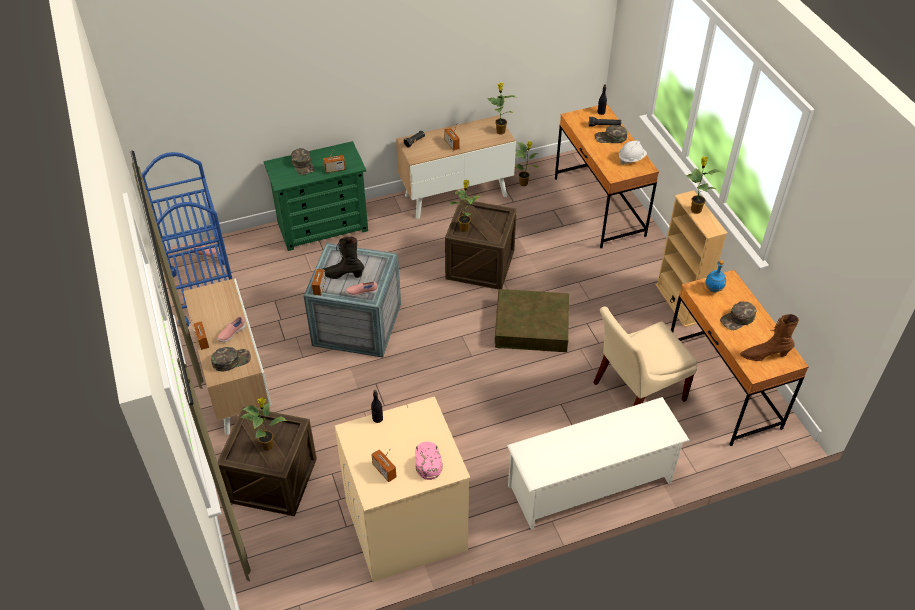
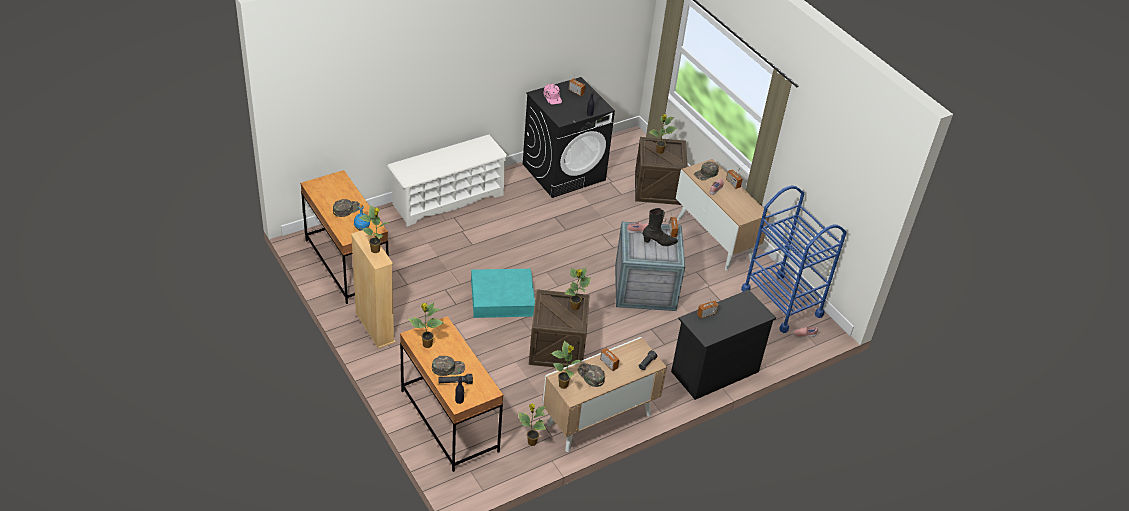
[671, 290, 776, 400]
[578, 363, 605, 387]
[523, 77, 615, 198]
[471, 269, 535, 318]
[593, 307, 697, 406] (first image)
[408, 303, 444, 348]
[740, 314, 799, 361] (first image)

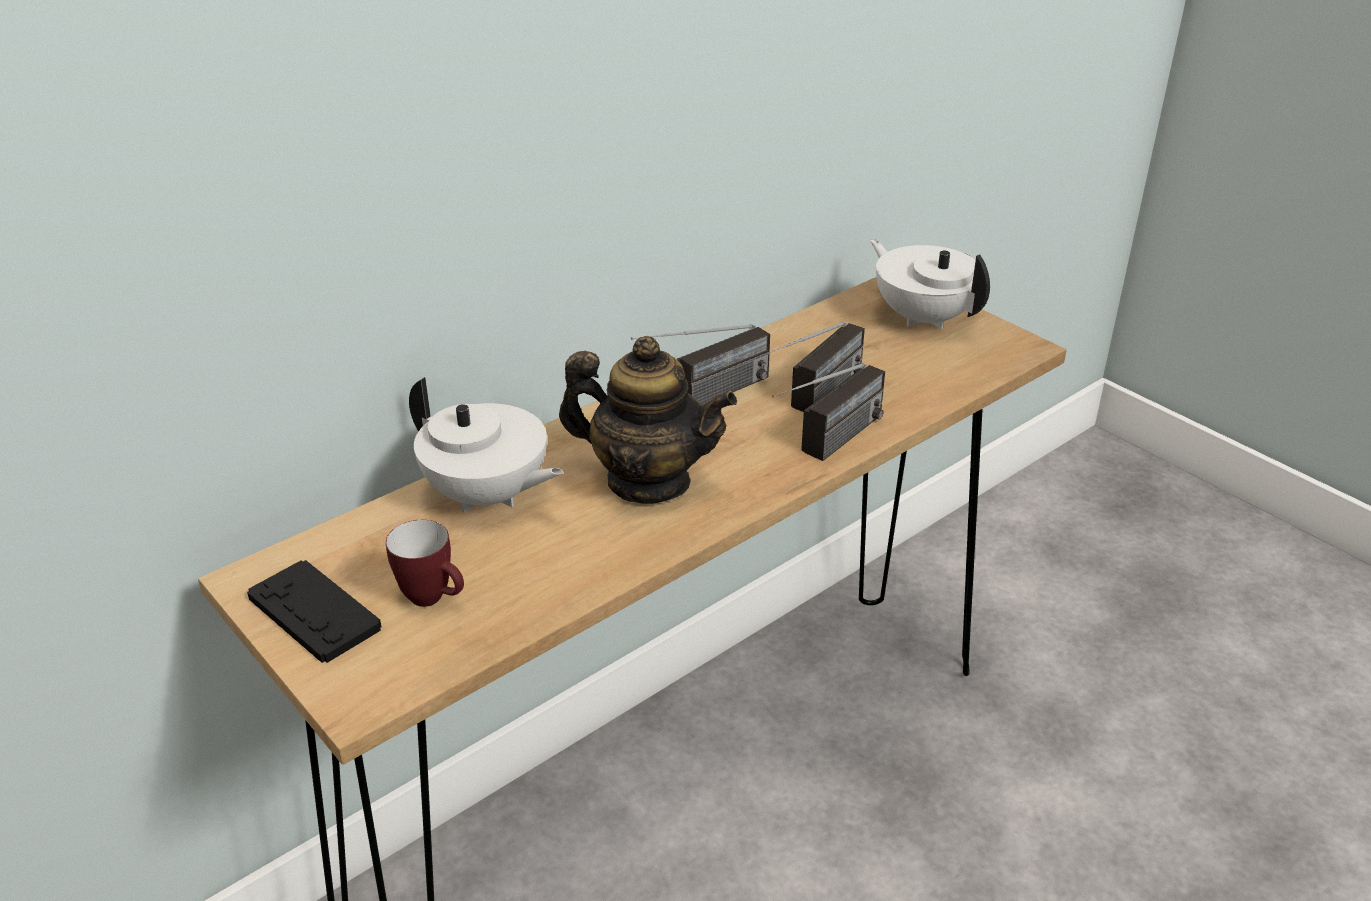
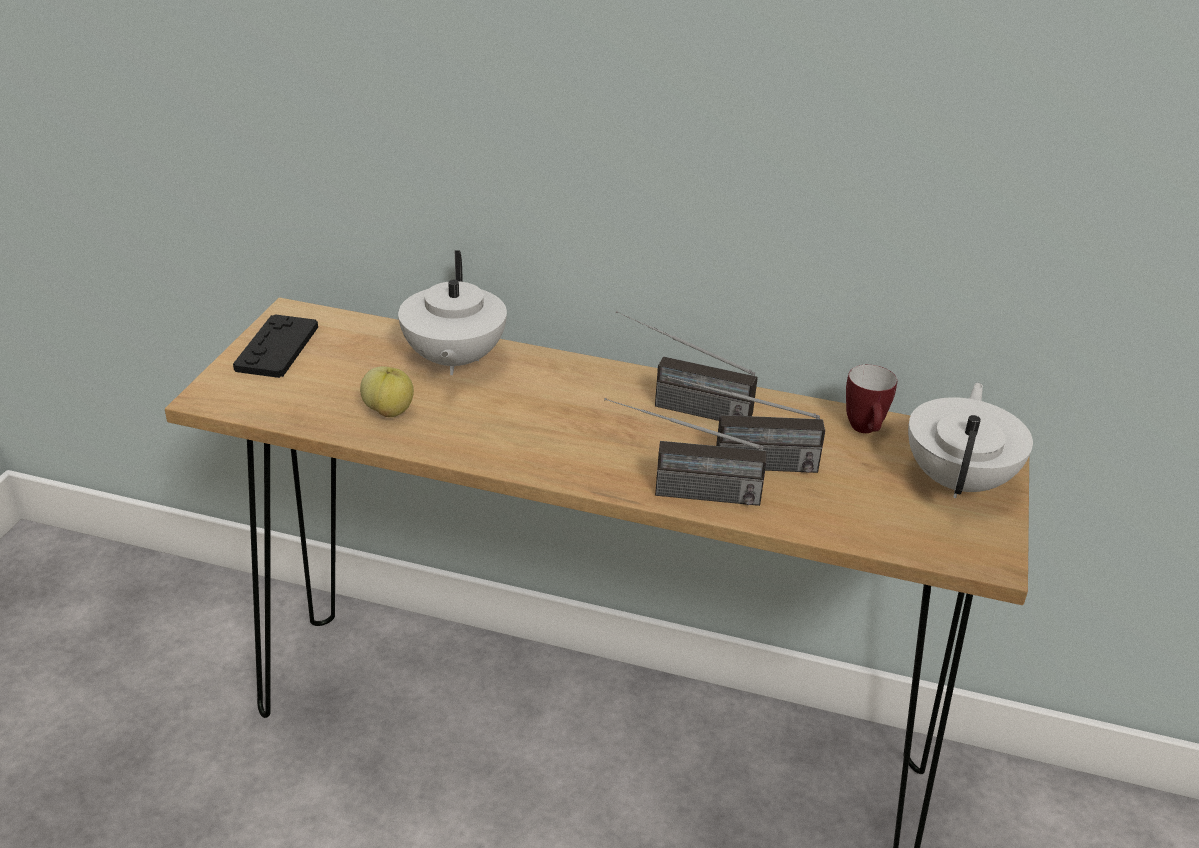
[846, 365, 897, 433]
[559, 336, 737, 504] (first image)
[360, 366, 414, 417]

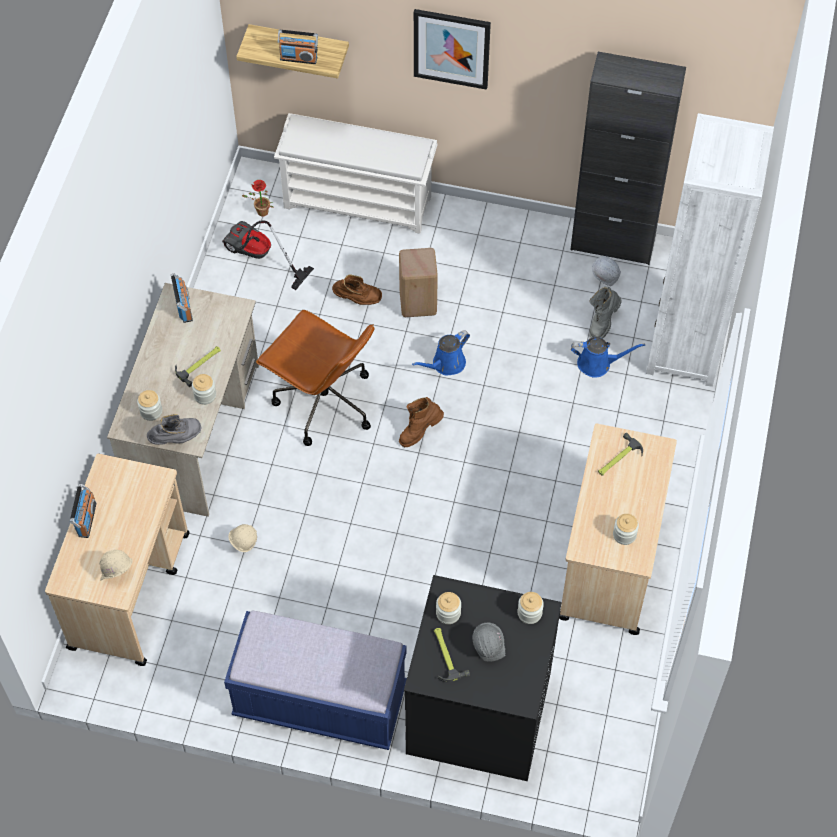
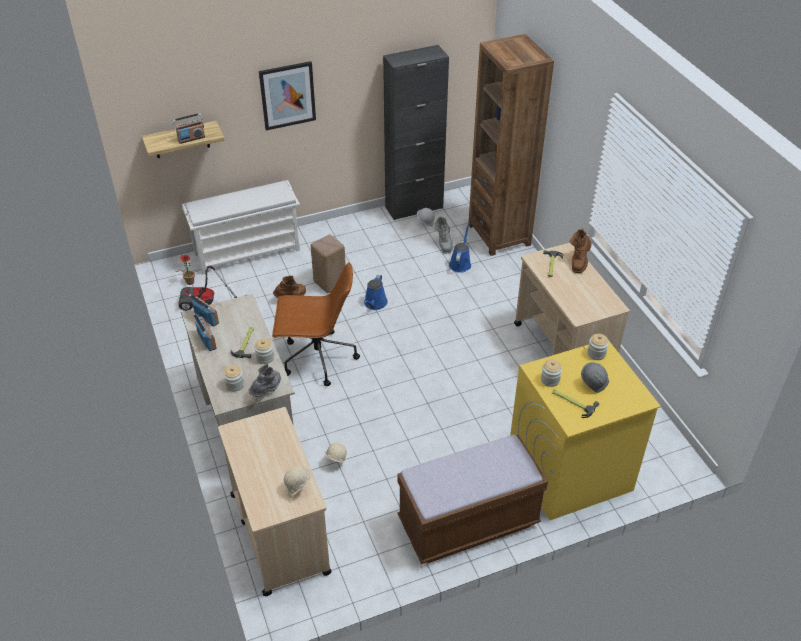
[193, 313, 217, 351]
[397, 434, 548, 564]
[569, 229, 592, 273]
[510, 340, 661, 521]
[449, 224, 471, 273]
[613, 514, 639, 545] (first image)
[468, 34, 554, 256]

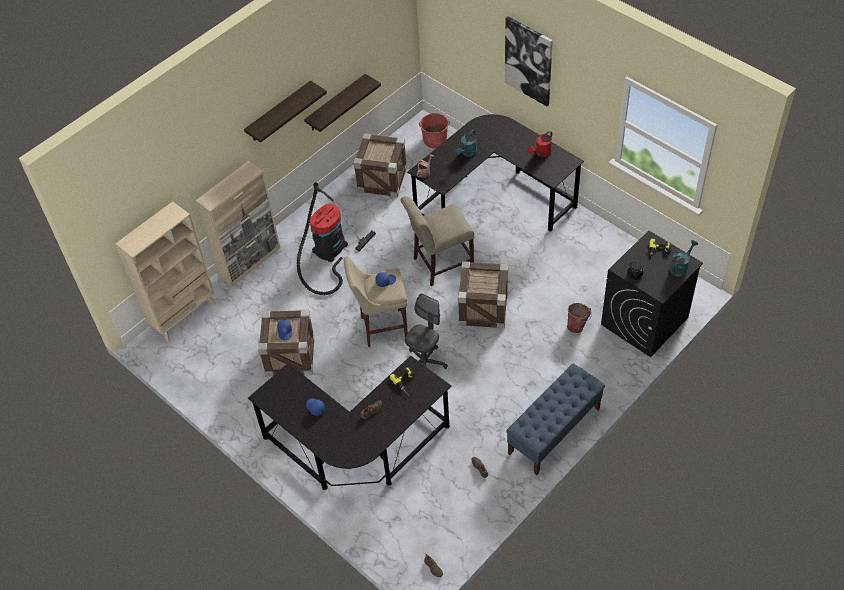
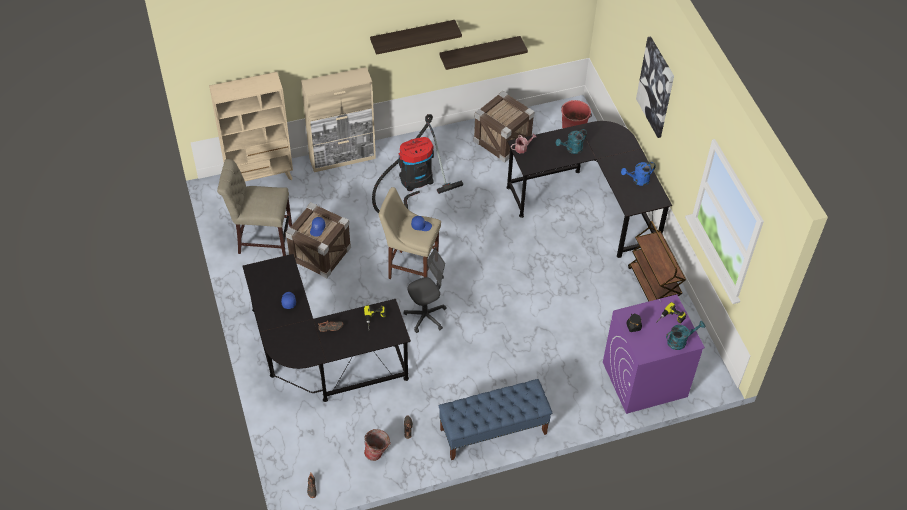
[217, 159, 292, 256]
[458, 261, 509, 329] (first image)
[621, 162, 655, 186]
[364, 429, 391, 461]
[603, 294, 705, 414]
[628, 221, 686, 302]

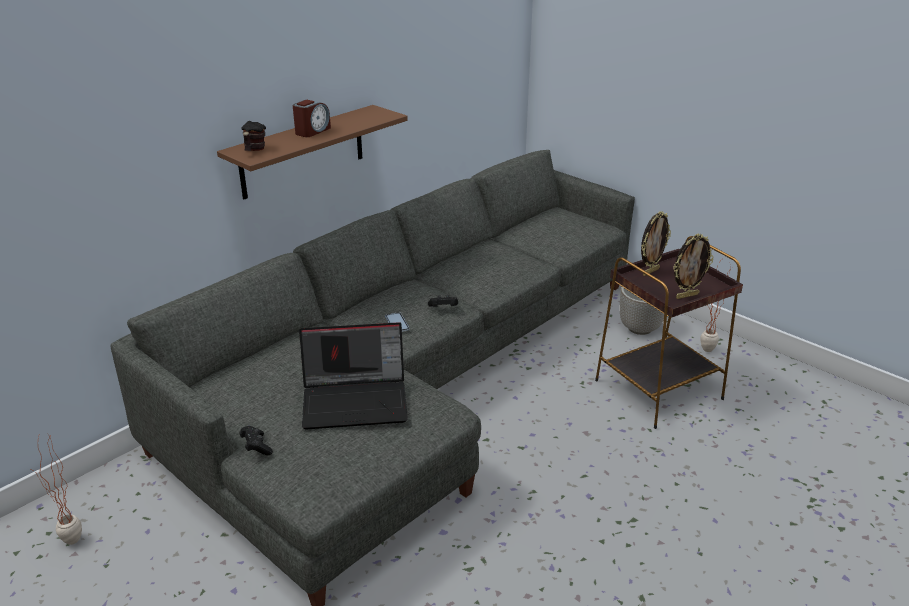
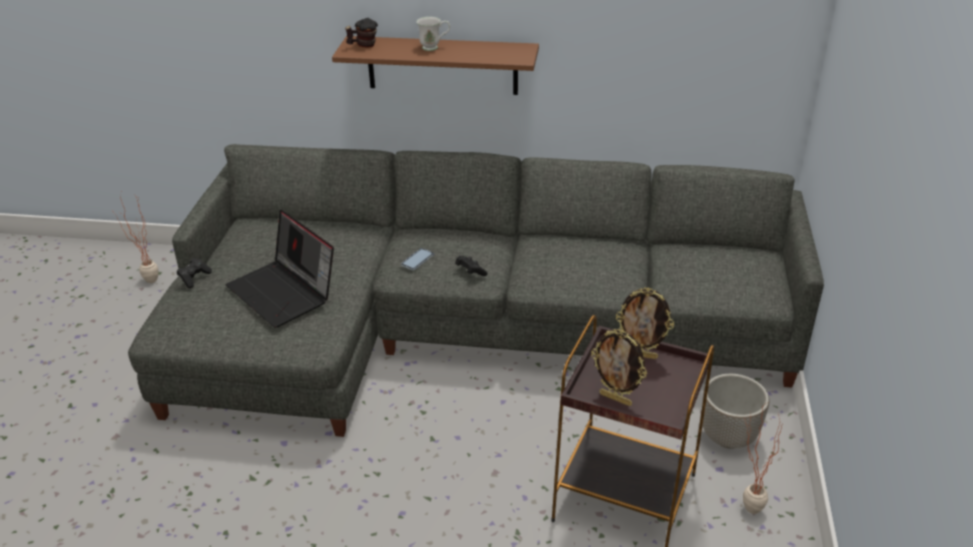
[417, 17, 450, 51]

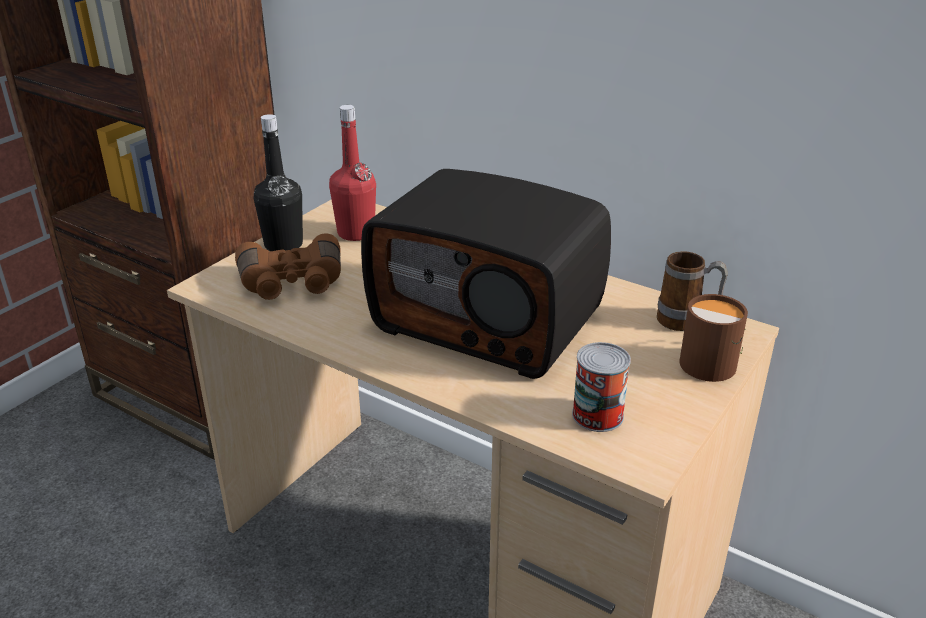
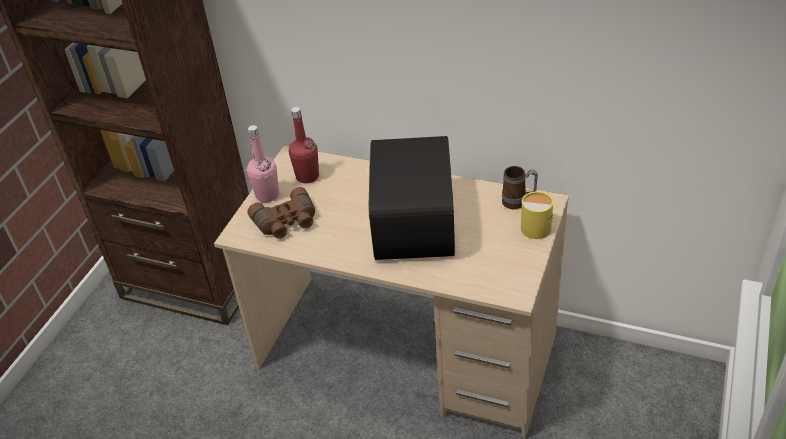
[247, 125, 279, 202]
[368, 136, 455, 260]
[572, 342, 631, 432] (first image)
[521, 192, 553, 239]

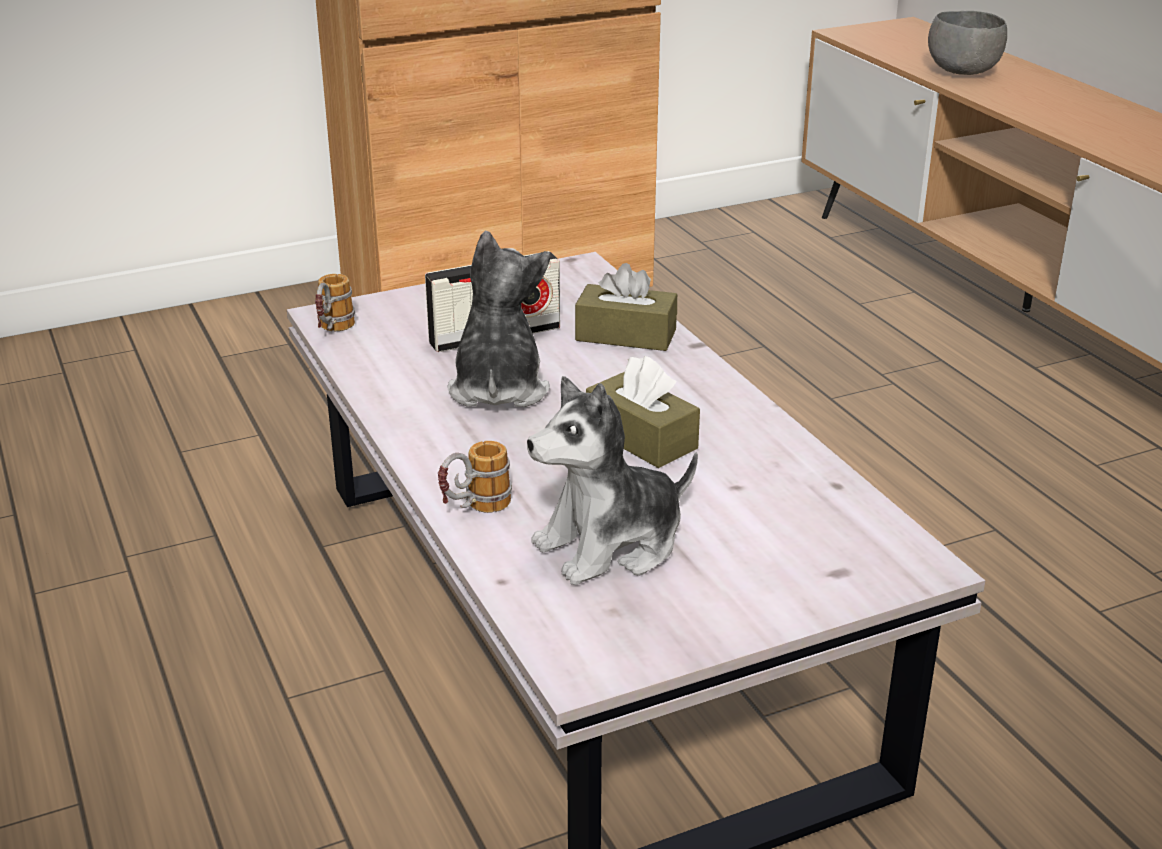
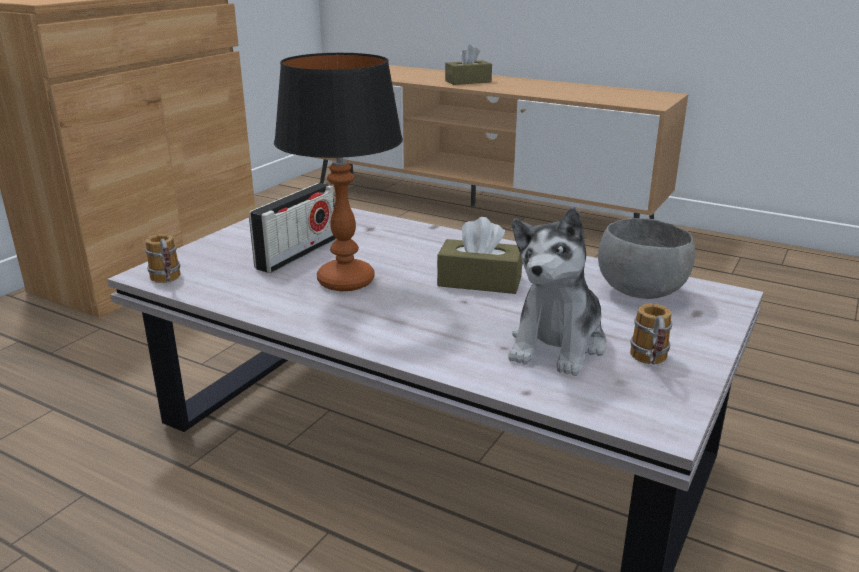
[630, 304, 672, 364]
[274, 53, 403, 291]
[445, 45, 492, 85]
[598, 218, 695, 299]

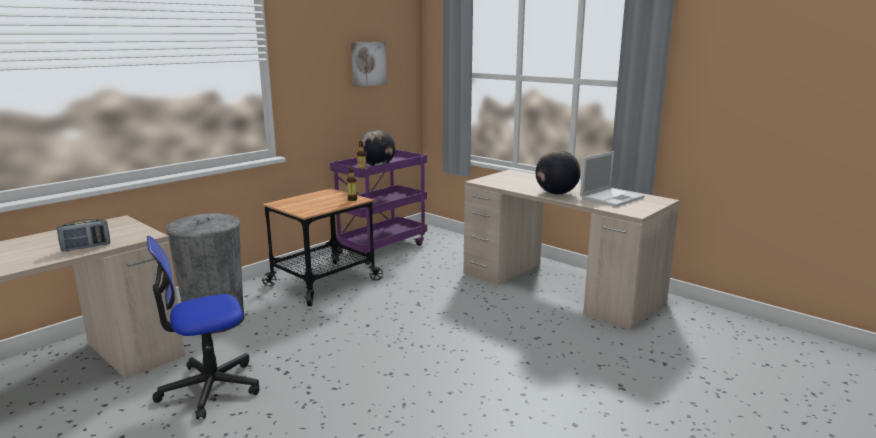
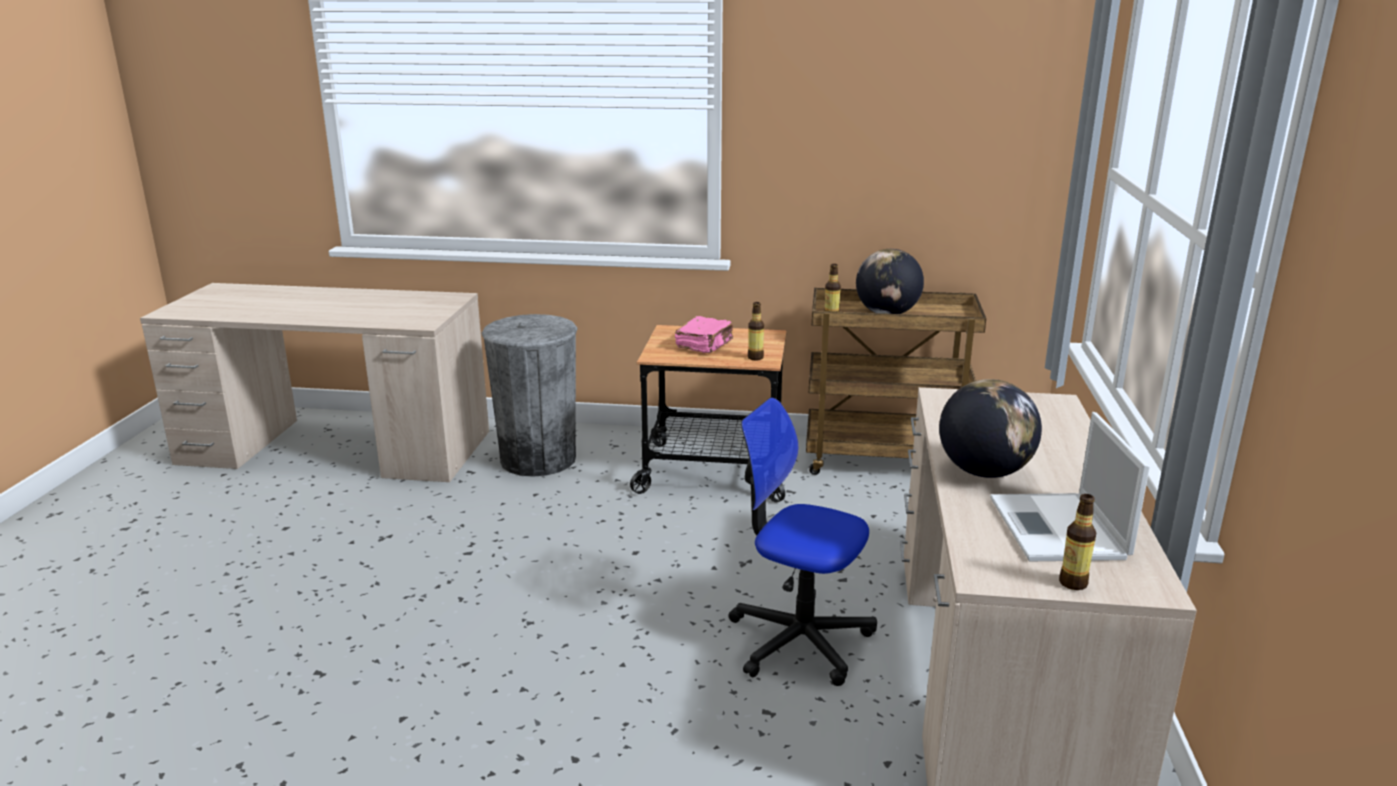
[57, 219, 110, 252] (first image)
[729, 398, 877, 686]
[806, 288, 986, 475]
[351, 42, 387, 87] (first image)
[990, 412, 1150, 561]
[675, 316, 733, 353]
[1059, 494, 1097, 590]

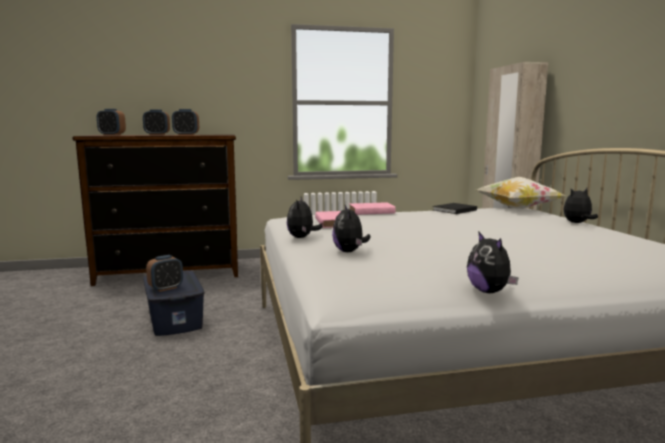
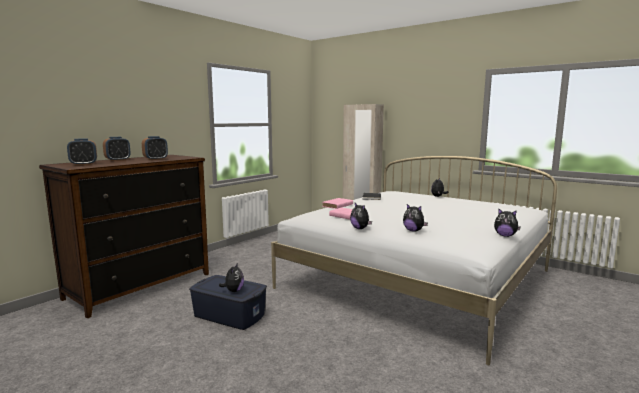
[219, 263, 244, 292]
[477, 177, 566, 209] (first image)

